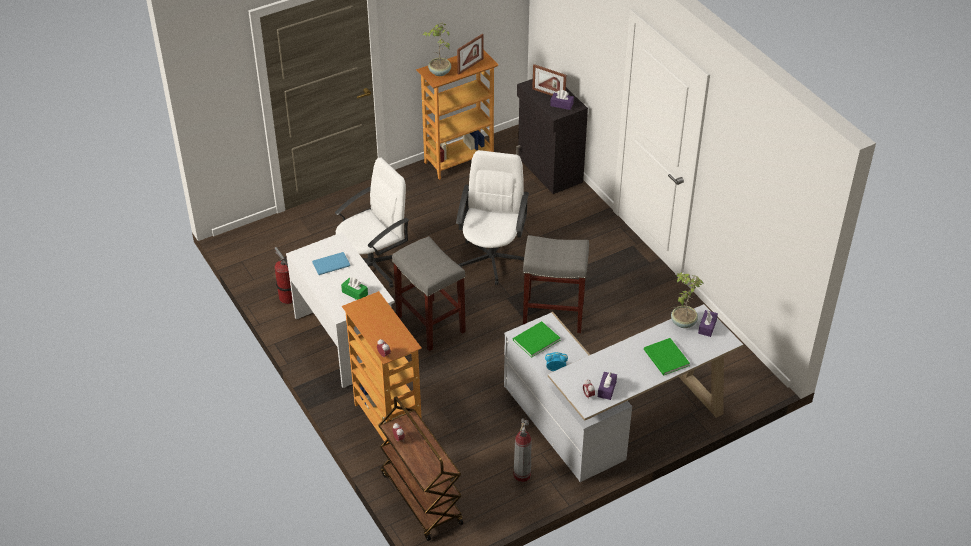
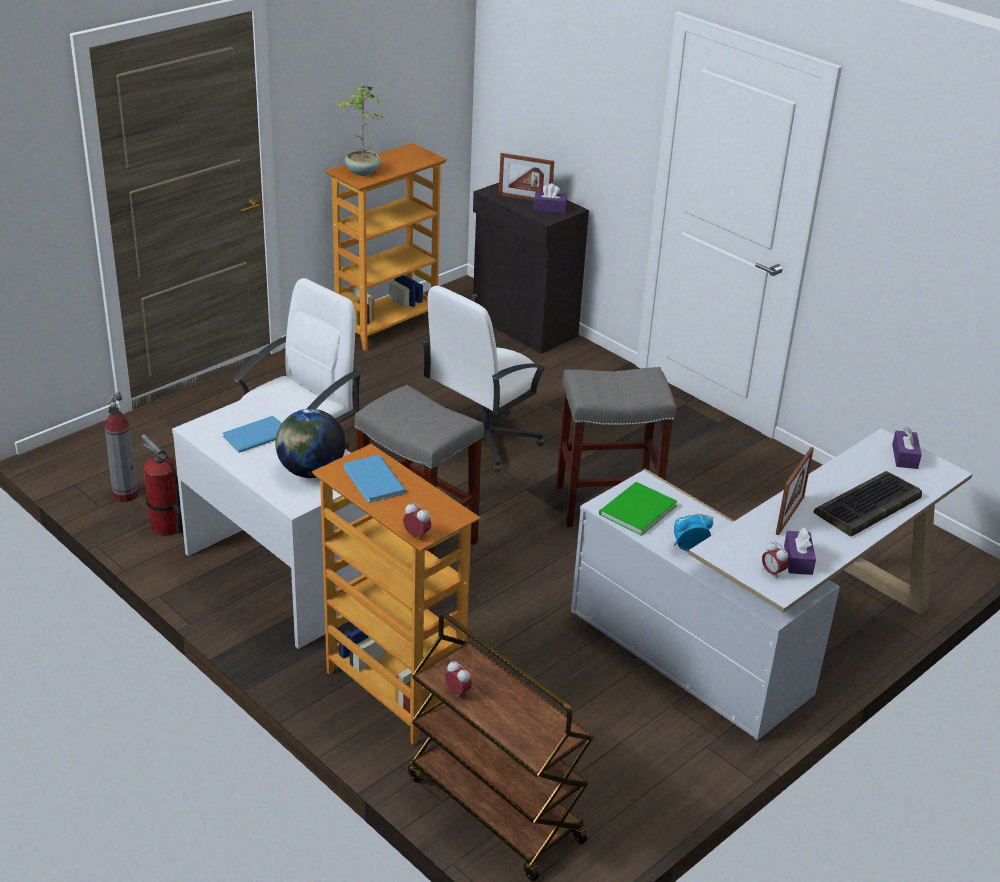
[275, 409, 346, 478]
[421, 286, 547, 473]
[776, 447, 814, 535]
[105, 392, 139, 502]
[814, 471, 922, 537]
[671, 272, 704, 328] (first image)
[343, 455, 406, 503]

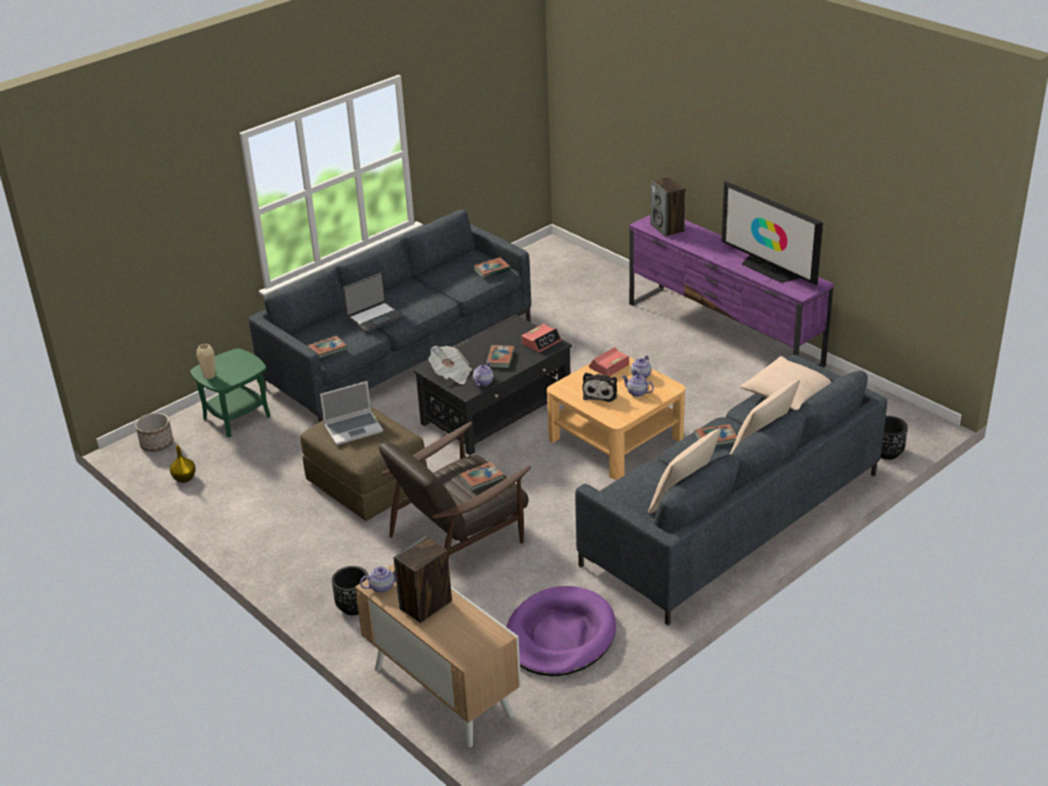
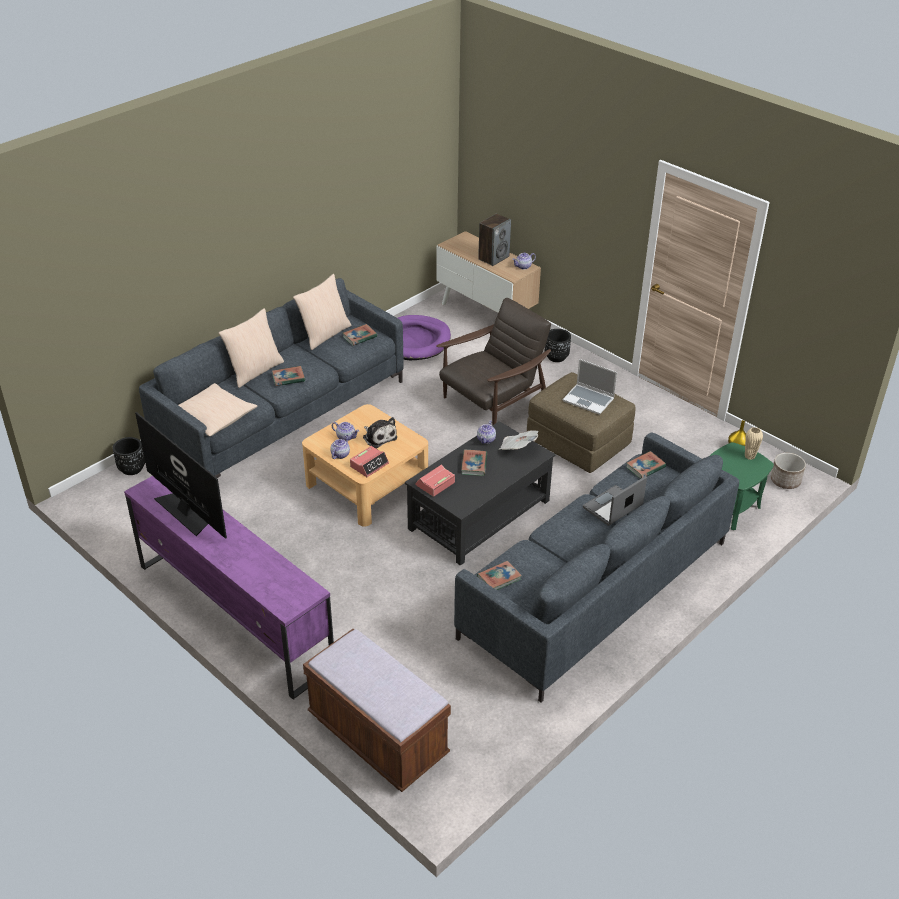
[562, 359, 617, 415]
[343, 324, 377, 346]
[363, 417, 397, 448]
[650, 177, 686, 237] (first image)
[303, 629, 451, 792]

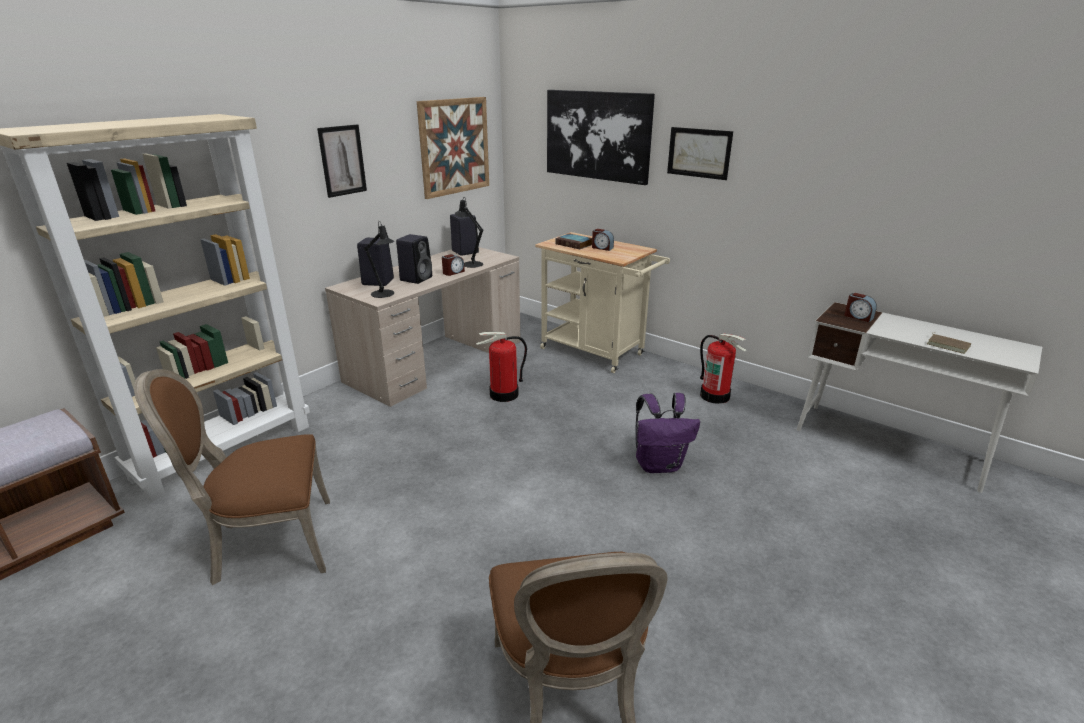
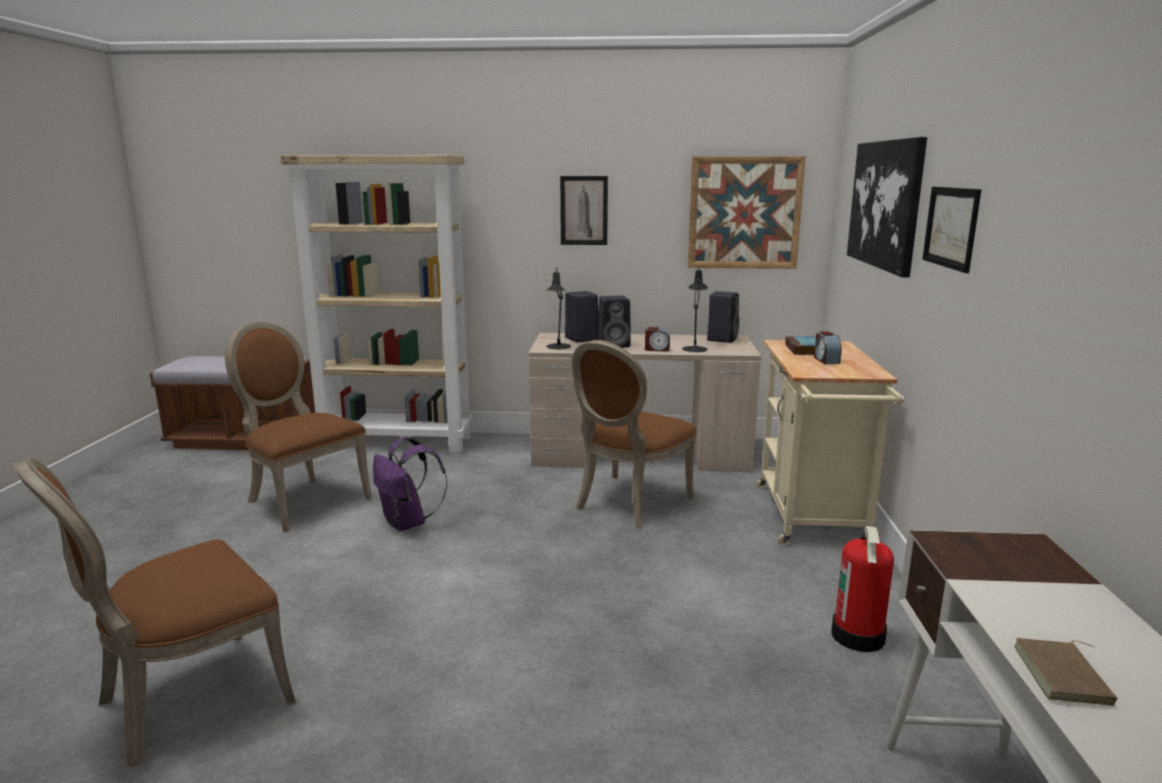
[572, 340, 696, 528]
[373, 437, 447, 531]
[844, 293, 877, 322] (first image)

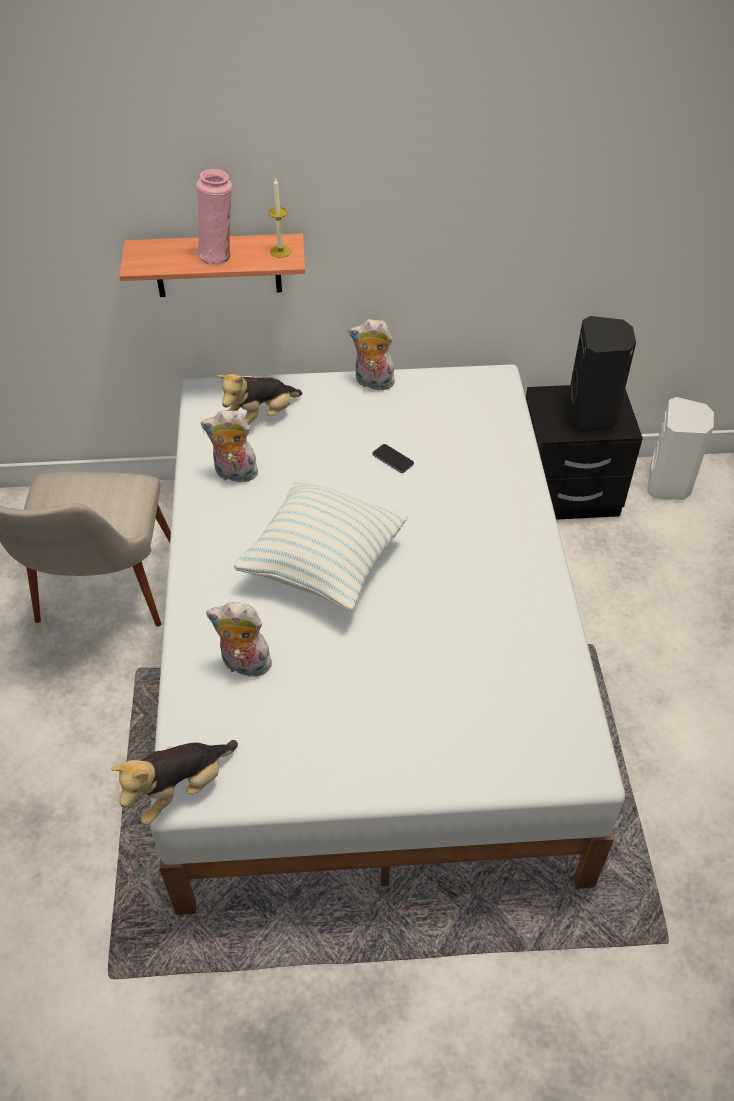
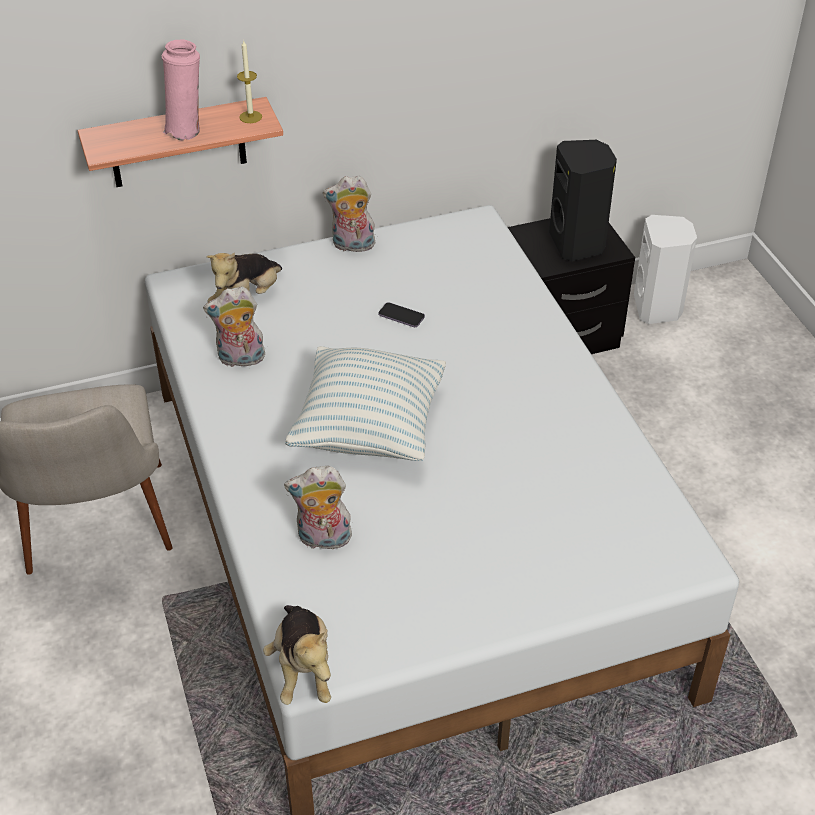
[263, 605, 331, 705]

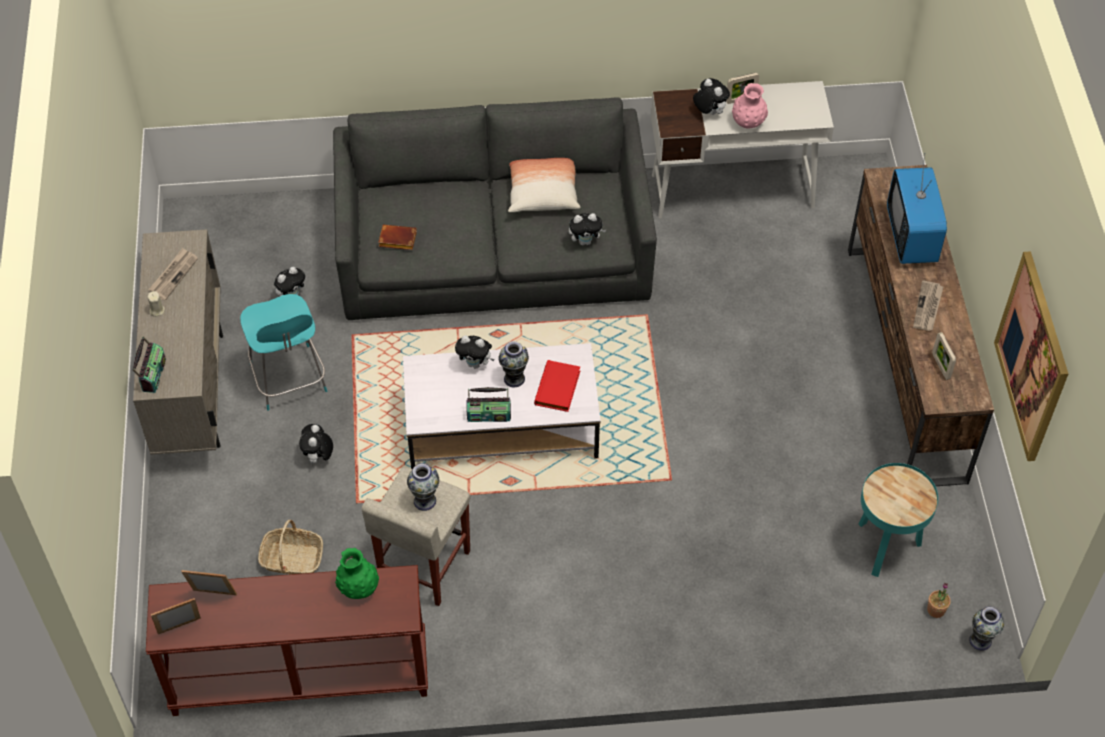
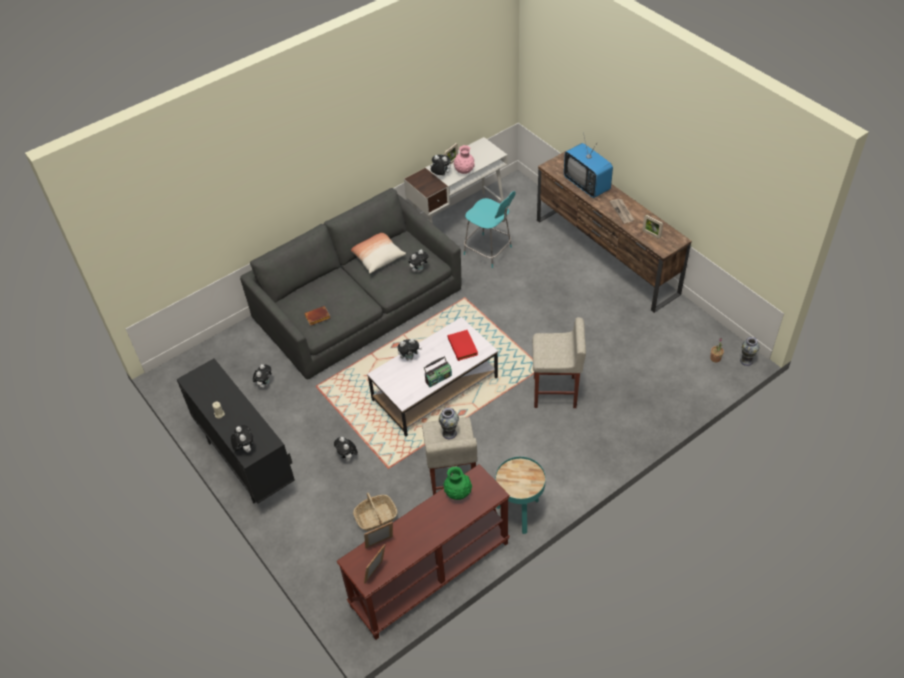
[177, 359, 295, 504]
[231, 425, 253, 453]
[148, 248, 198, 301] (first image)
[464, 191, 516, 268]
[498, 341, 529, 387] (first image)
[496, 457, 546, 534]
[994, 251, 1068, 461] (first image)
[532, 317, 586, 408]

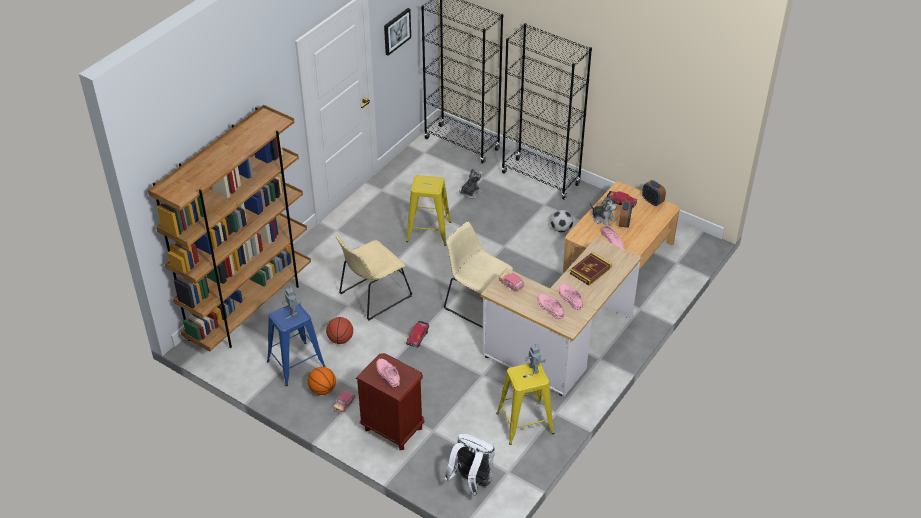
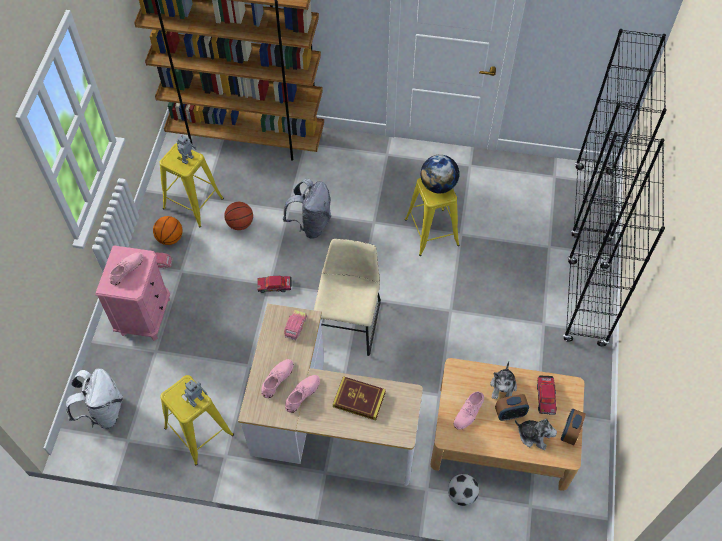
[160, 143, 224, 227]
[283, 179, 331, 239]
[96, 245, 170, 341]
[384, 8, 411, 56] (first image)
[515, 419, 557, 450]
[448, 474, 479, 506]
[420, 155, 459, 193]

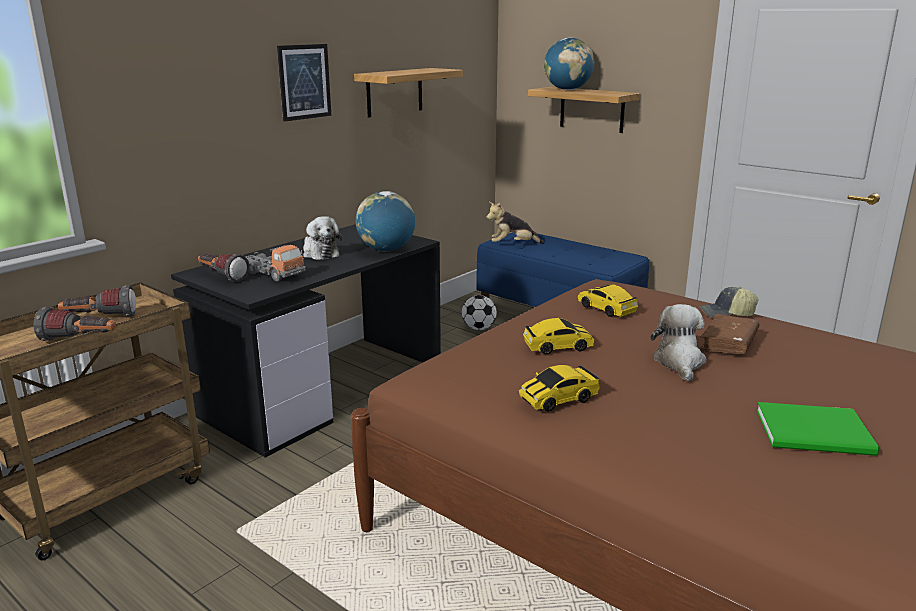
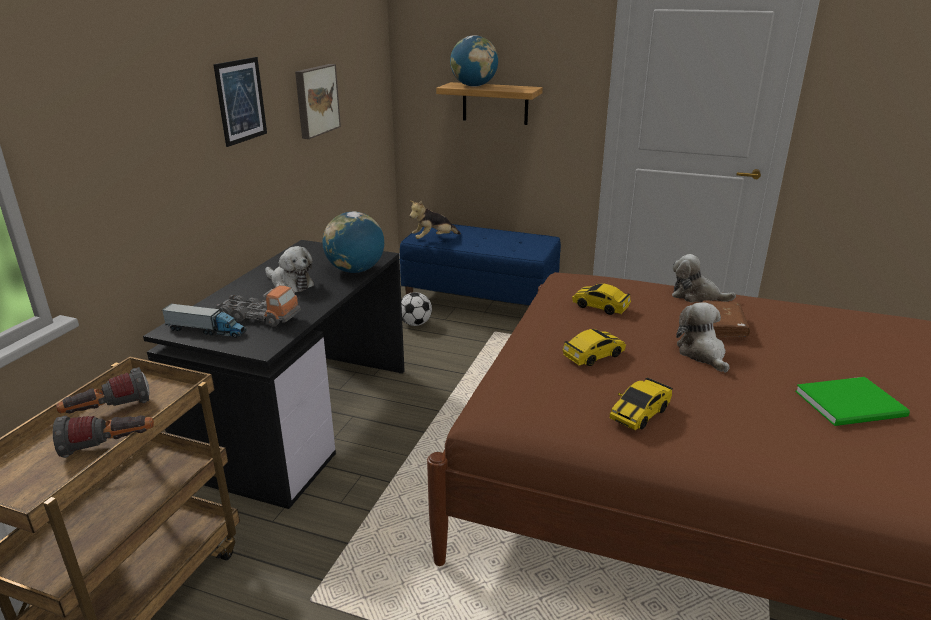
[162, 304, 247, 338]
[295, 64, 341, 139]
[672, 254, 736, 302]

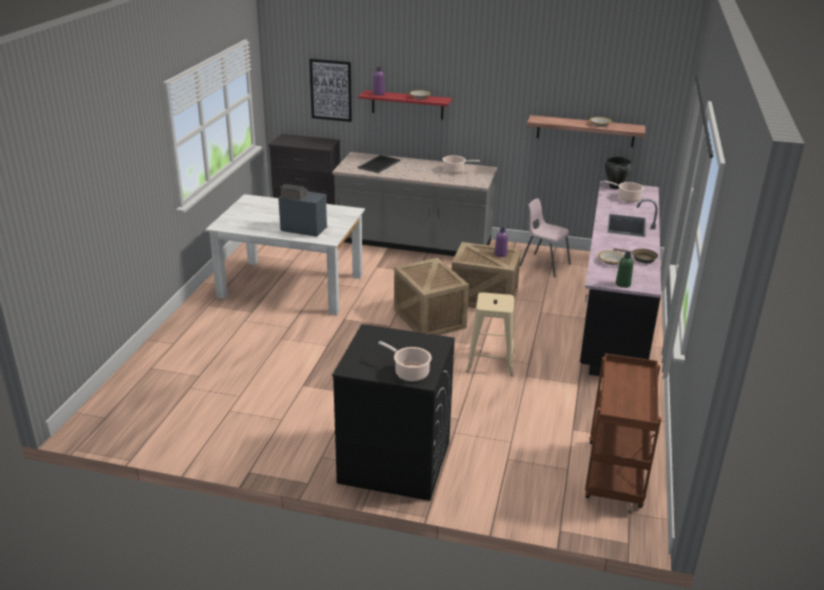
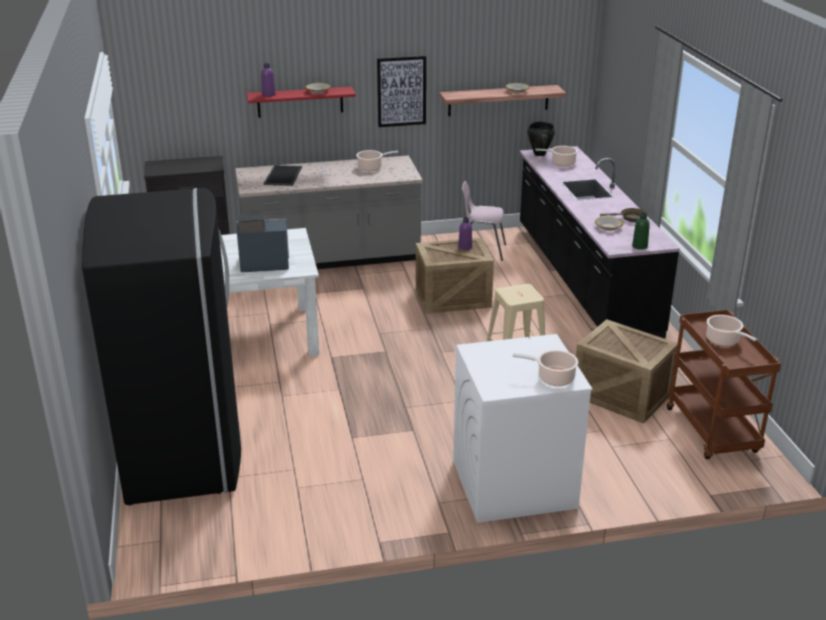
[377, 56, 426, 127]
[453, 334, 593, 523]
[576, 319, 678, 424]
[82, 188, 241, 506]
[706, 315, 757, 346]

